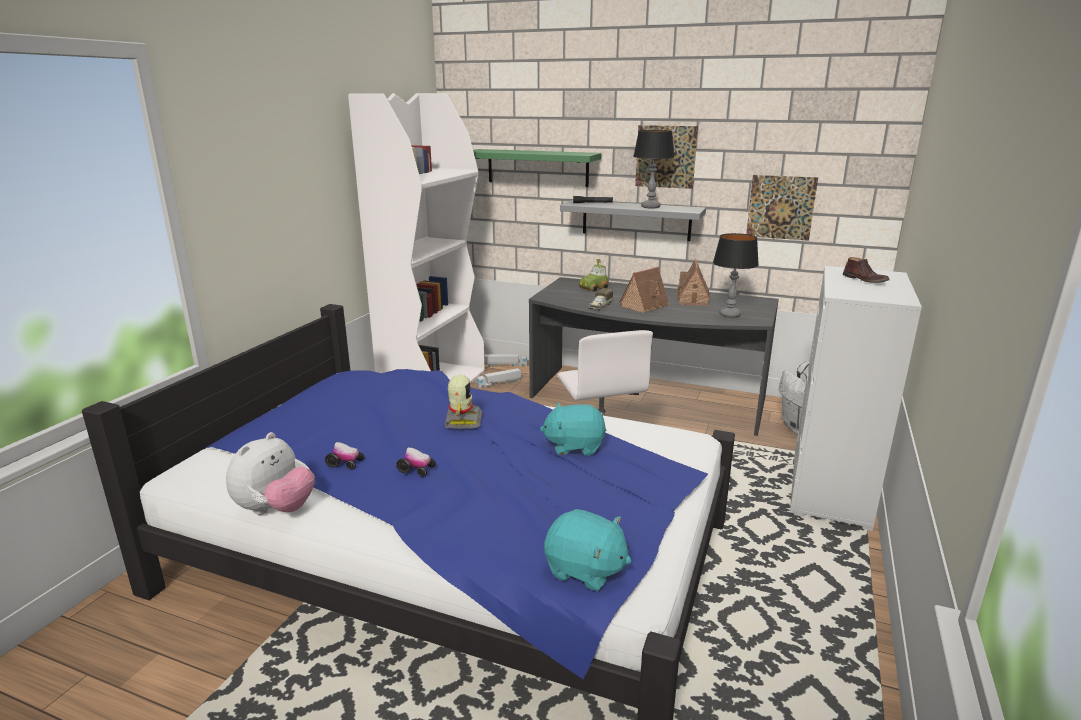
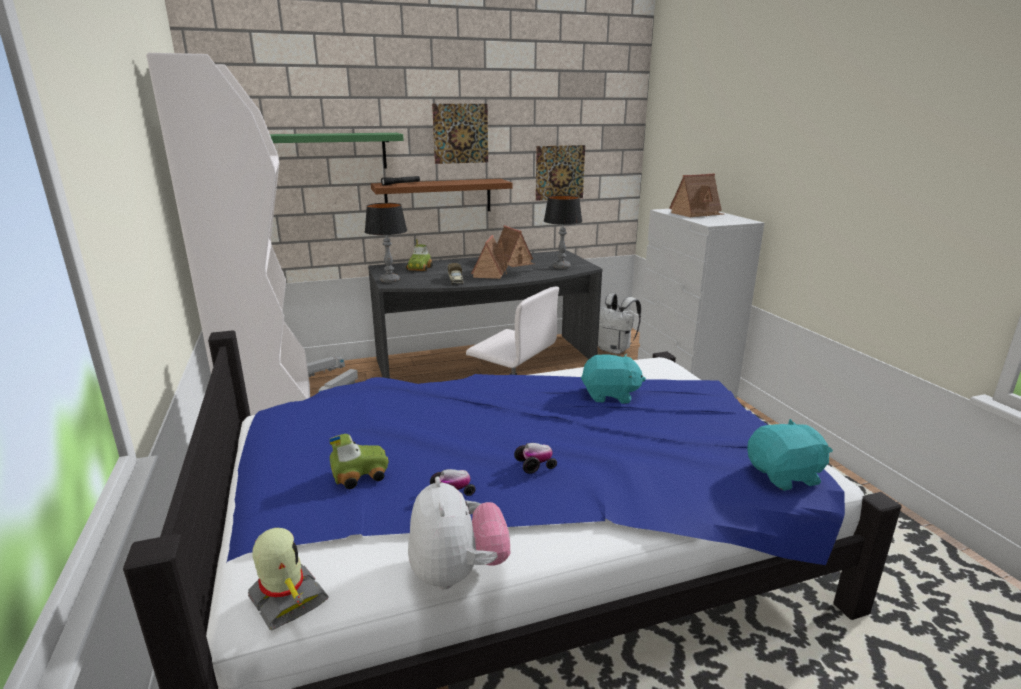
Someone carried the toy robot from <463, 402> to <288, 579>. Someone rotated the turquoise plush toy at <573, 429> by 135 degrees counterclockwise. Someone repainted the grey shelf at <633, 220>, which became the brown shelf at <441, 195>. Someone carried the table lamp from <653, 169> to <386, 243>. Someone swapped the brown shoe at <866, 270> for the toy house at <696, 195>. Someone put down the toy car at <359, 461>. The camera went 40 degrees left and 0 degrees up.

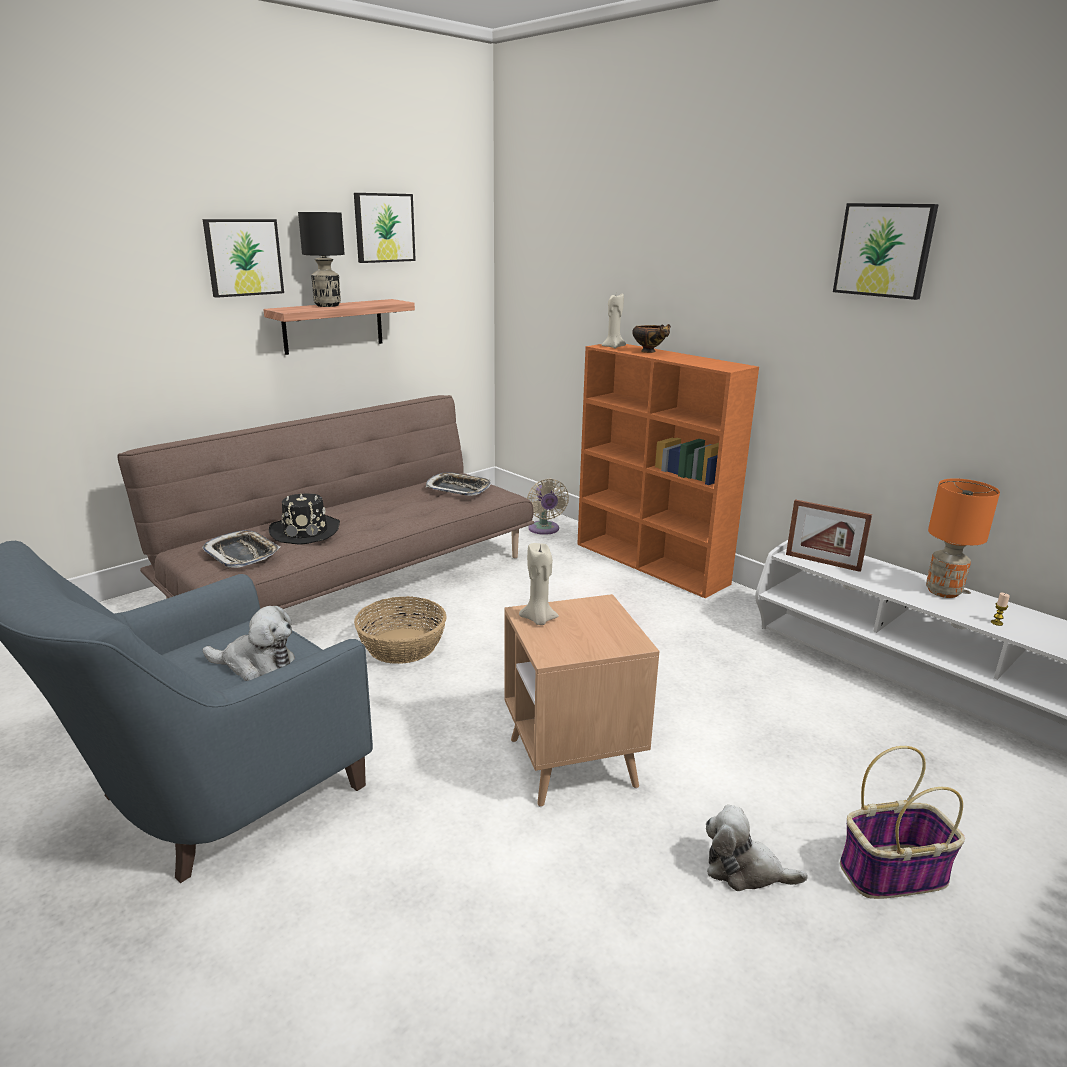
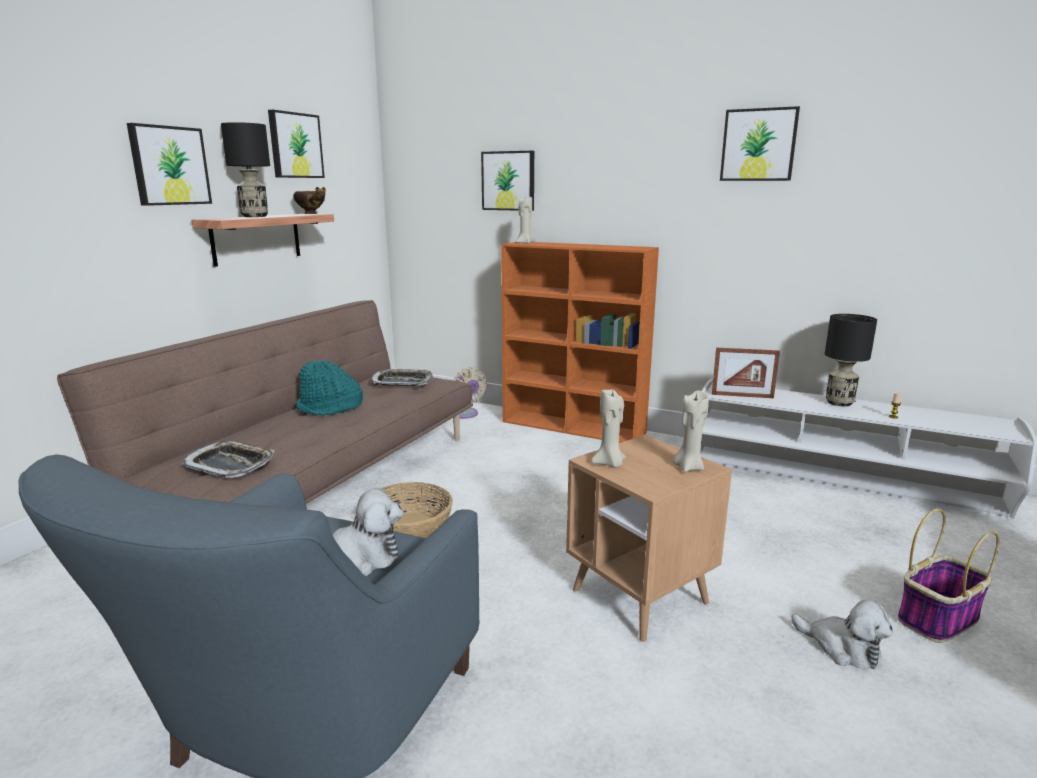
Someone took away the black hat at <304, 519>. Someone carried the bowl from <651, 338> to <309, 200>. Someone rotated the plush toy at <757, 848> by 135 degrees counterclockwise. Someone repainted the orange table lamp at <963, 538>, which became the black table lamp at <851, 360>. Someone put down the turquoise hat at <329, 388>. Someone put up the picture at <507, 181>. Someone put down the beige candle at <691, 431>. The camera went 20 degrees left and 5 degrees down.

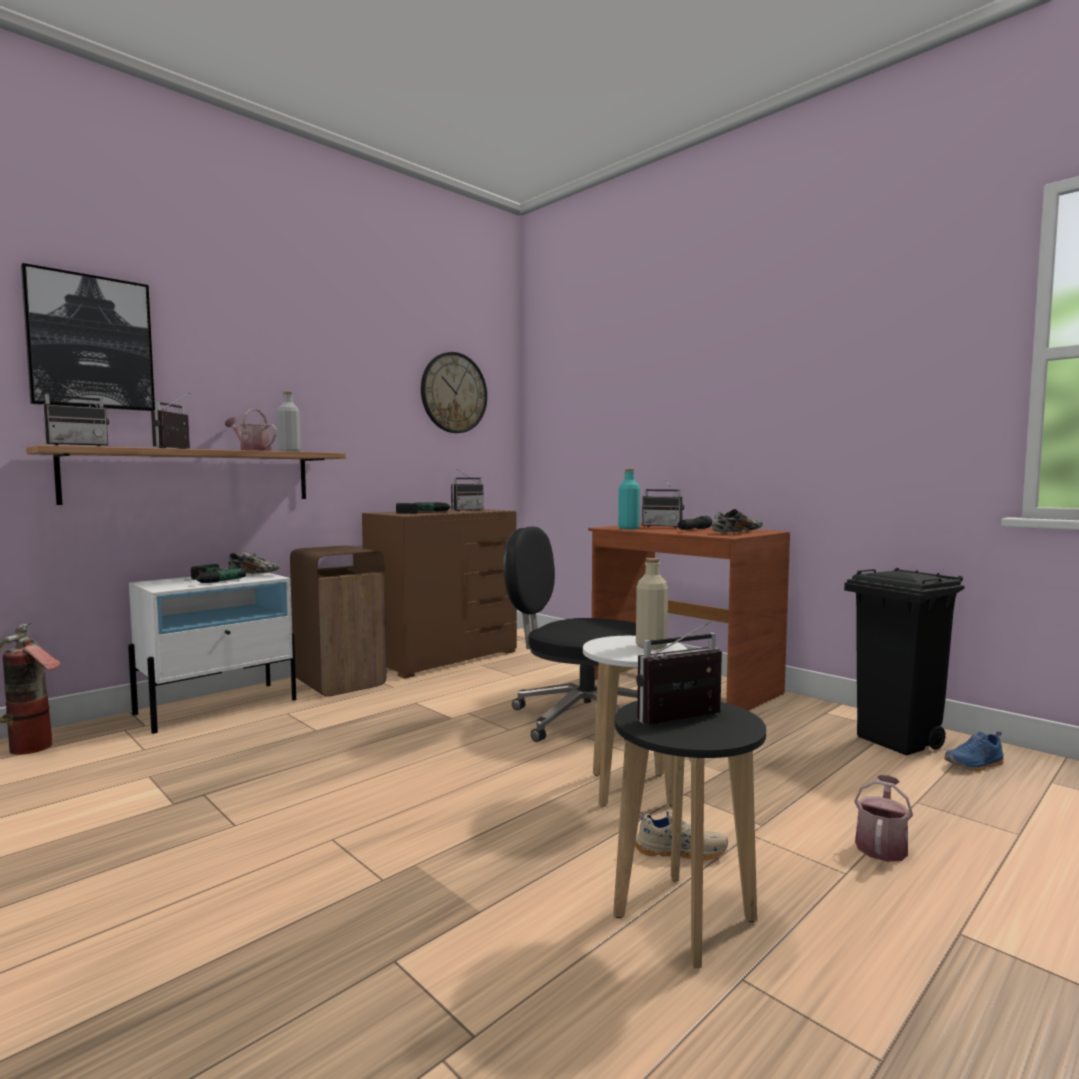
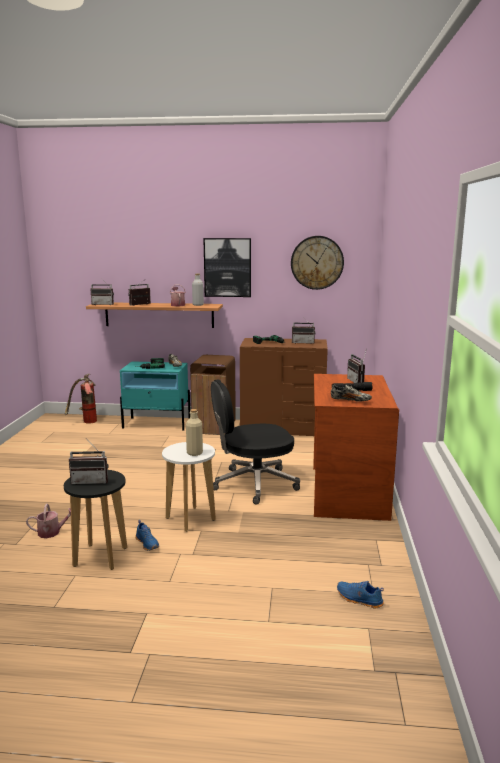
Someone carried the picture from <88, 337> to <227, 267>. Someone repainted the white nightstand at <212, 653>, which became the turquoise nightstand at <155, 396>. Someone rotated the black office chair at <570, 634> by 90 degrees counterclockwise. Someone took away the turquoise bottle at <629, 499>. Someone repainted the beige shoe at <681, 836>, which became the blue shoe at <147, 535>. Someone rotated the radio at <679, 672> by 150 degrees clockwise. Someone took away the black trash can at <904, 662>. Someone carried the watering can from <883, 818> to <48, 521>. The camera went 50 degrees right and 10 degrees up.

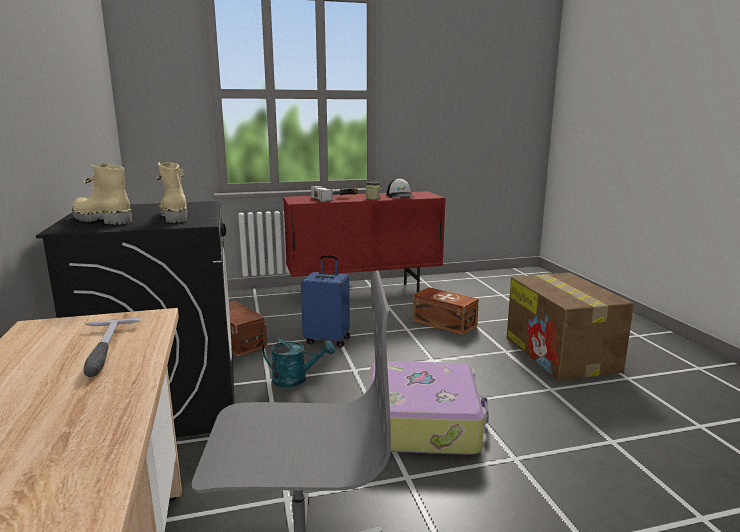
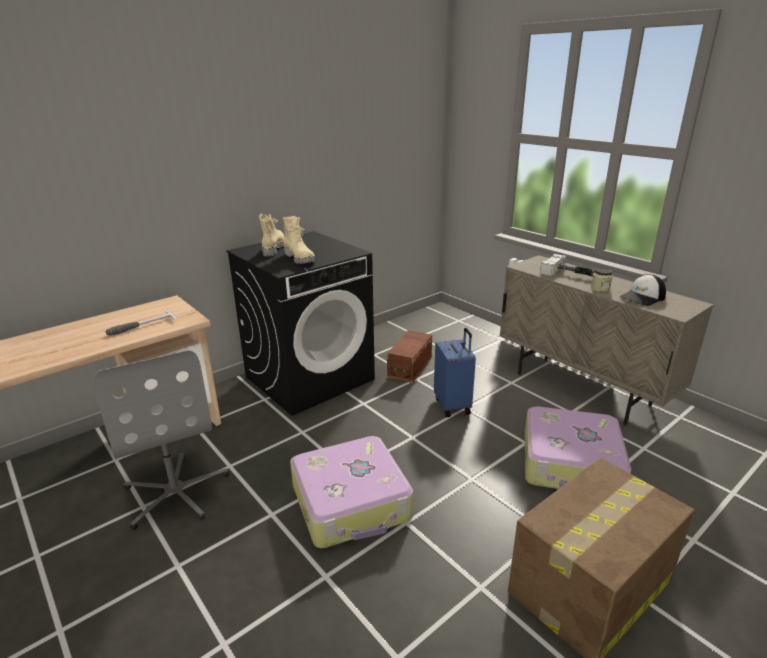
Someone rotated the beige boot at <172, 192> by 105 degrees clockwise. Someone took away the turquoise watering can at <298, 362>. Someone repainted the red cabinet at <364, 241>, which became the beige cabinet at <606, 340>. Someone swapped the brown storage box at <446, 311> for the suitcase at <578, 448>. The camera went 65 degrees right and 10 degrees up.

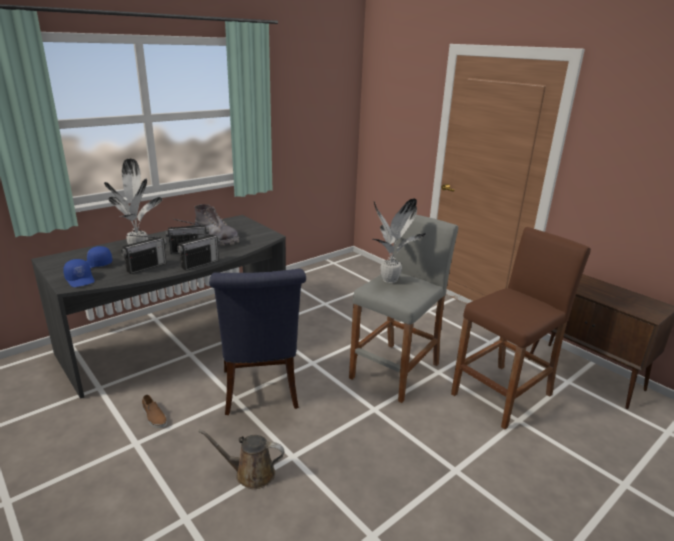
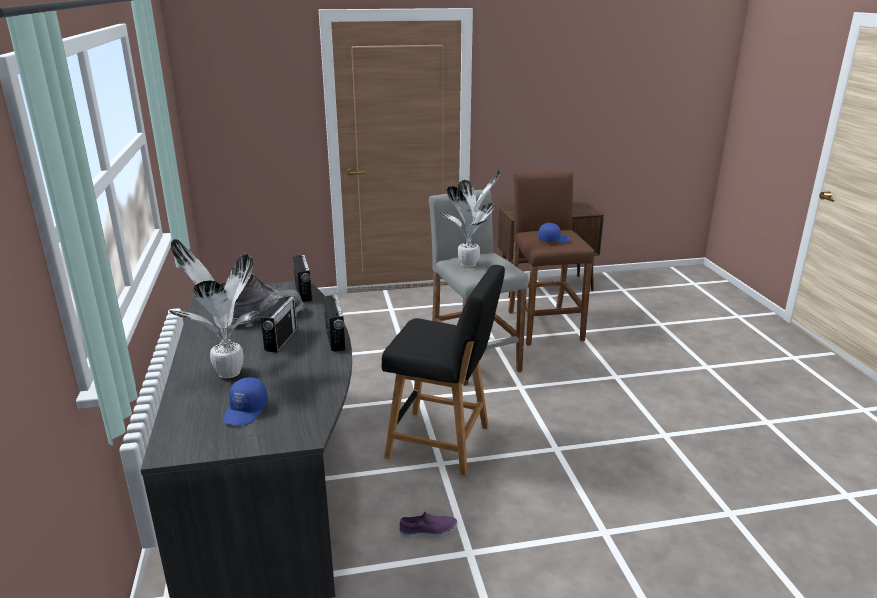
Someone carried the blue cap from <79, 273> to <554, 233>. Someone carried the radio from <144, 254> to <302, 278>. Someone repainted the brown shoe at <154, 411>, which became the purple shoe at <428, 525>. Someone took away the brown watering can at <241, 459>. Someone swapped the blue chair at <257, 341> for the black stool at <443, 370>. The camera went 60 degrees left and 0 degrees up.

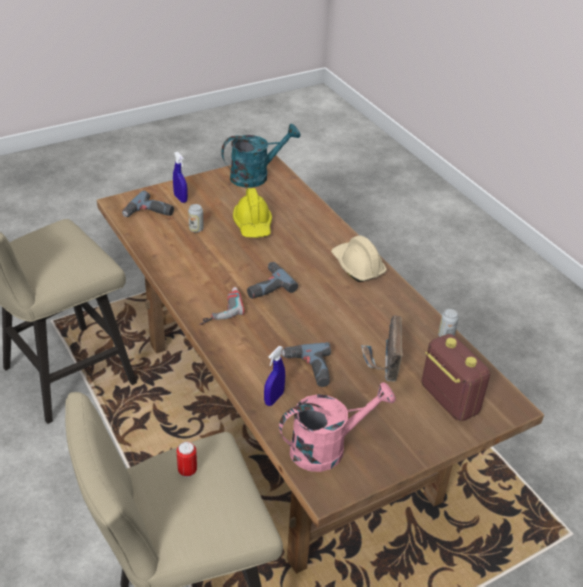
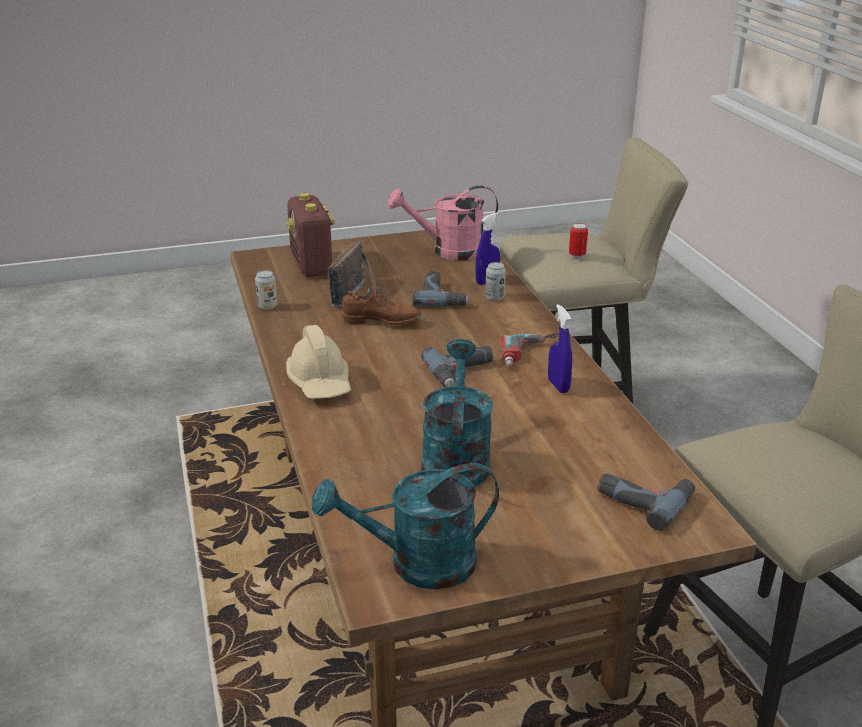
Someone carried the blue spray bottle from <180, 177> to <560, 348>. Someone carried the can from <196, 218> to <495, 281>. Someone swapped the yellow hard hat at <252, 213> for the turquoise watering can at <457, 413>. Someone put down the brown shoe at <382, 305>. The camera went 165 degrees left and 10 degrees down.

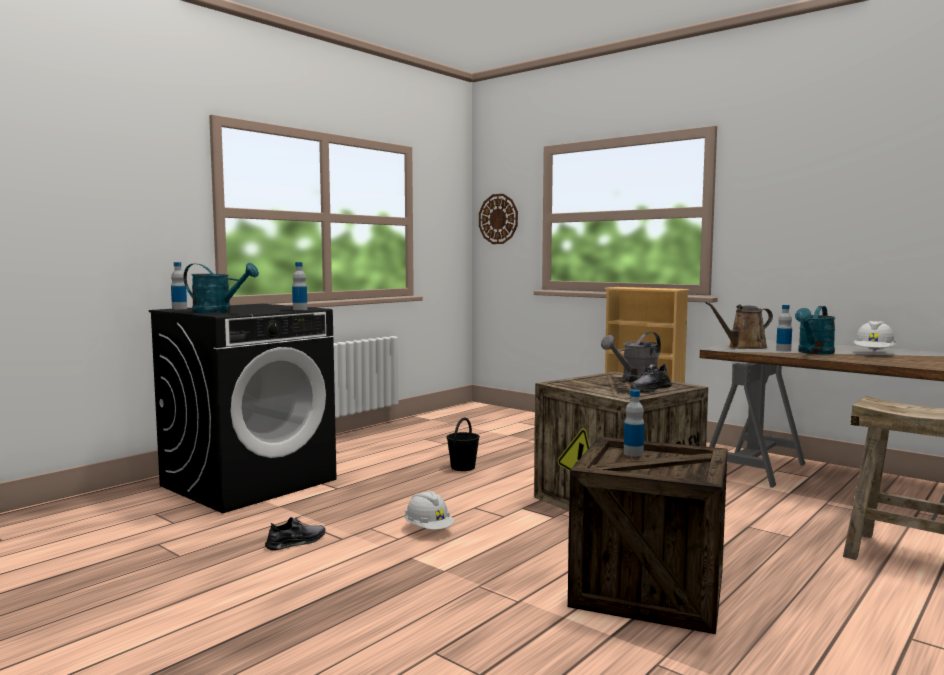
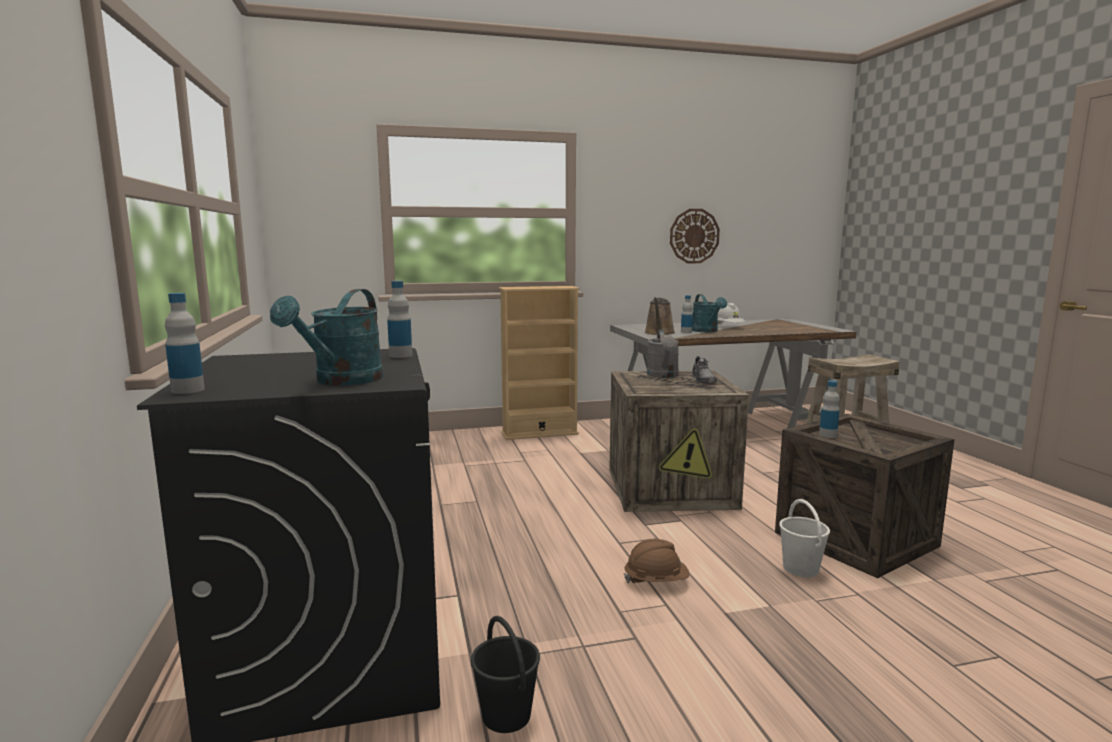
Someone rotated the turquoise watering can at <221, 288> by 150 degrees clockwise. Someone took away the grey shoe at <295, 534>. Someone repainted the white hard hat at <429, 510>, which became the brown hard hat at <657, 561>. Someone carried the black bucket from <463, 444> to <505, 674>. Someone carried the wall clock from <498, 219> to <695, 236>. Someone put down the white bucket at <804, 538>. The camera went 55 degrees left and 5 degrees up.

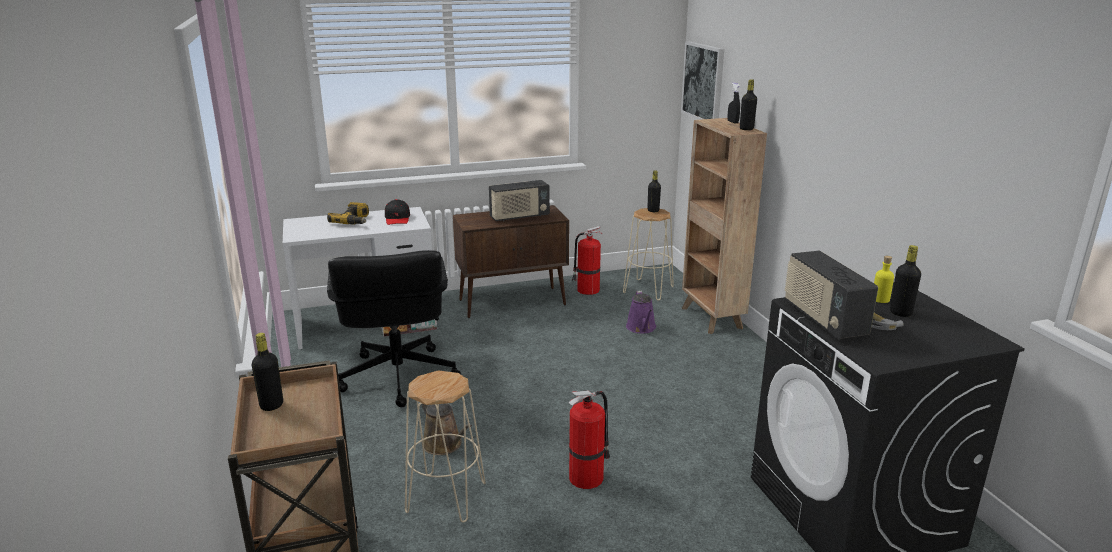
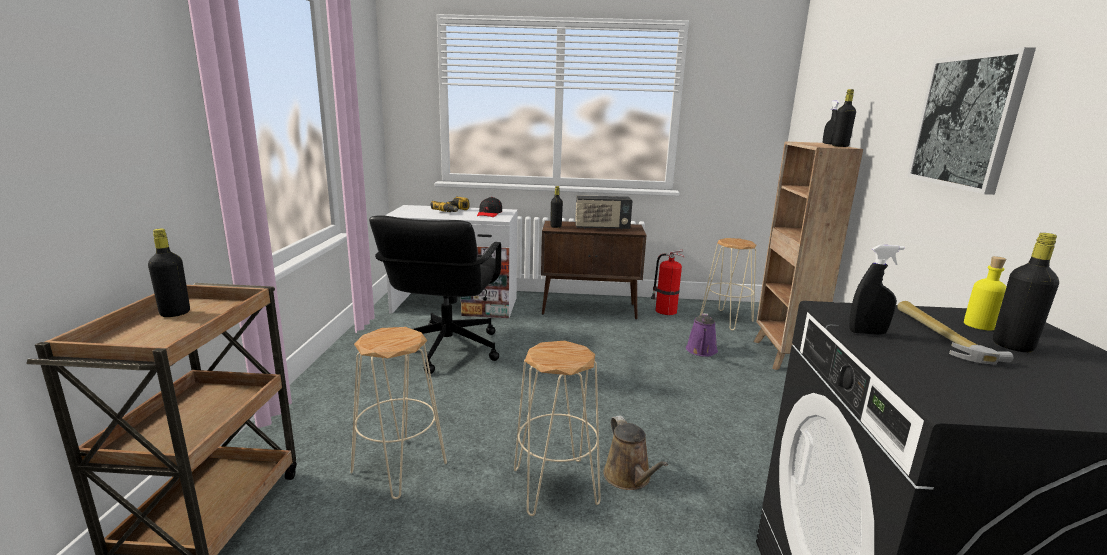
Someone carried the brown watering can from <447, 429> to <635, 453>. Someone swapped the fire extinguisher at <589, 440> for the beige stool at <557, 428>. Someone carried the black bottle from <654, 191> to <556, 207>. Someone carried the picture from <702, 80> to <971, 121>. Someone swapped the radio at <831, 295> for the black spray bottle at <876, 290>. The camera went 20 degrees right and 5 degrees down.

